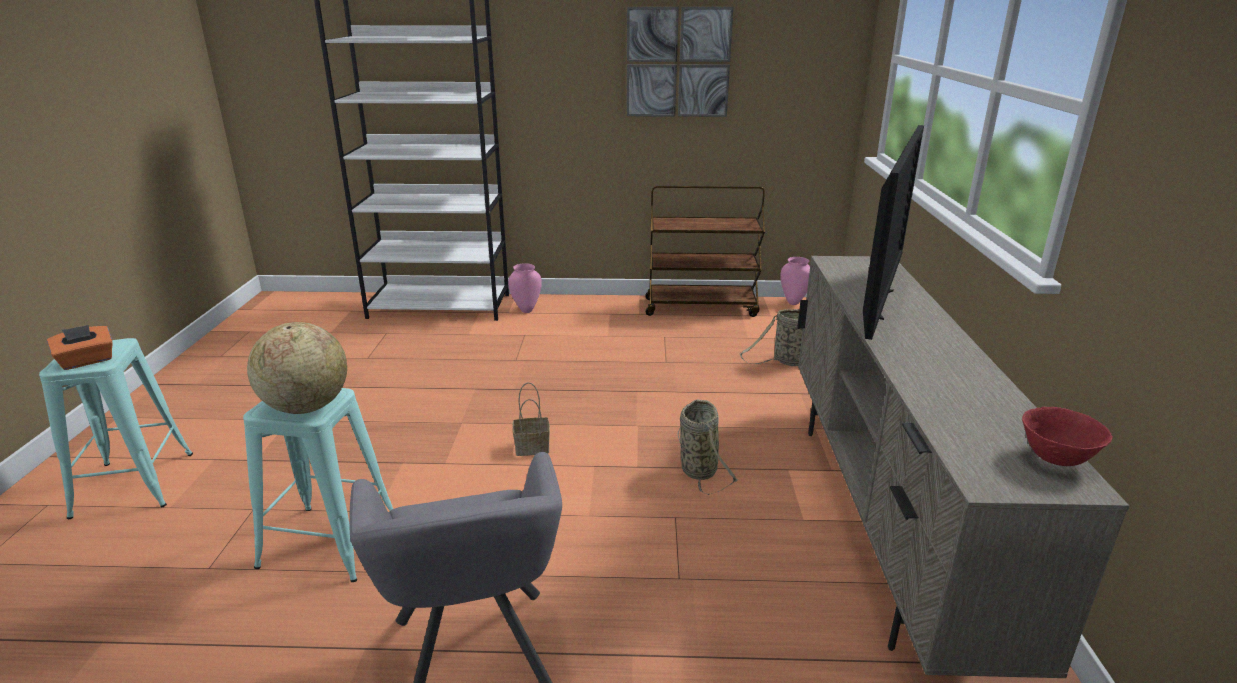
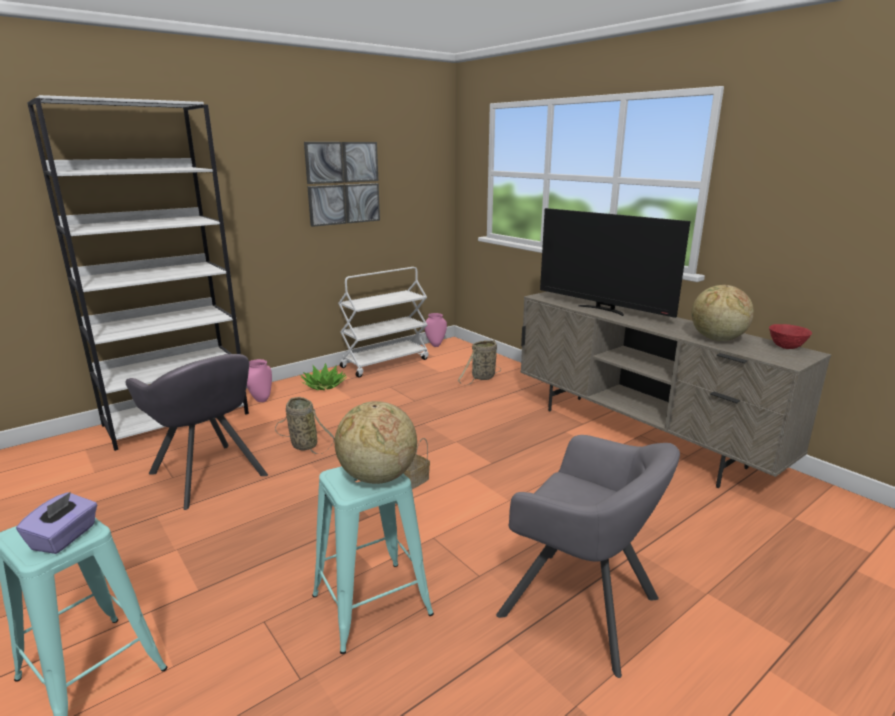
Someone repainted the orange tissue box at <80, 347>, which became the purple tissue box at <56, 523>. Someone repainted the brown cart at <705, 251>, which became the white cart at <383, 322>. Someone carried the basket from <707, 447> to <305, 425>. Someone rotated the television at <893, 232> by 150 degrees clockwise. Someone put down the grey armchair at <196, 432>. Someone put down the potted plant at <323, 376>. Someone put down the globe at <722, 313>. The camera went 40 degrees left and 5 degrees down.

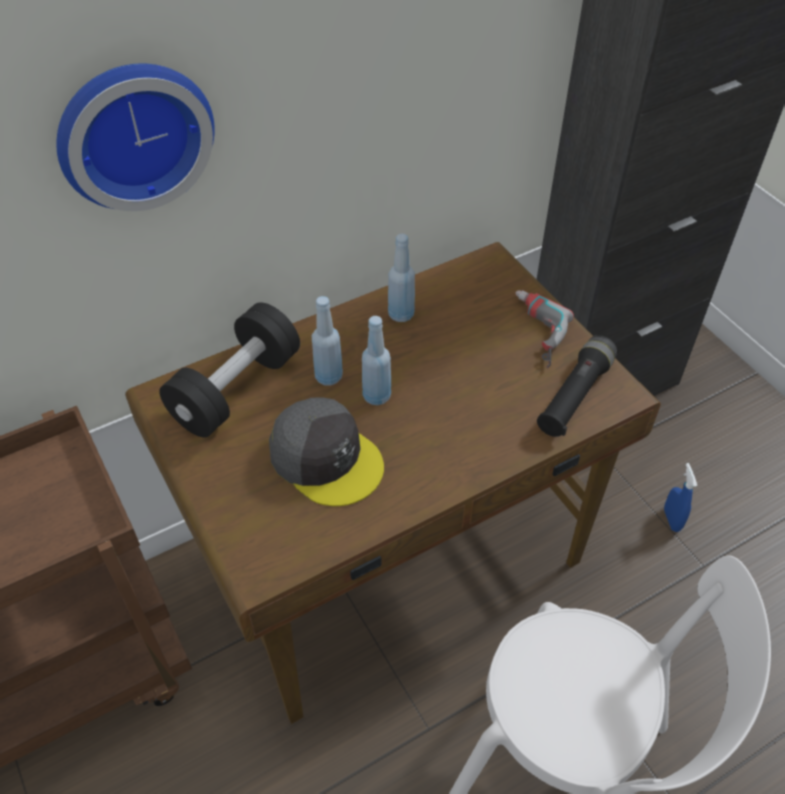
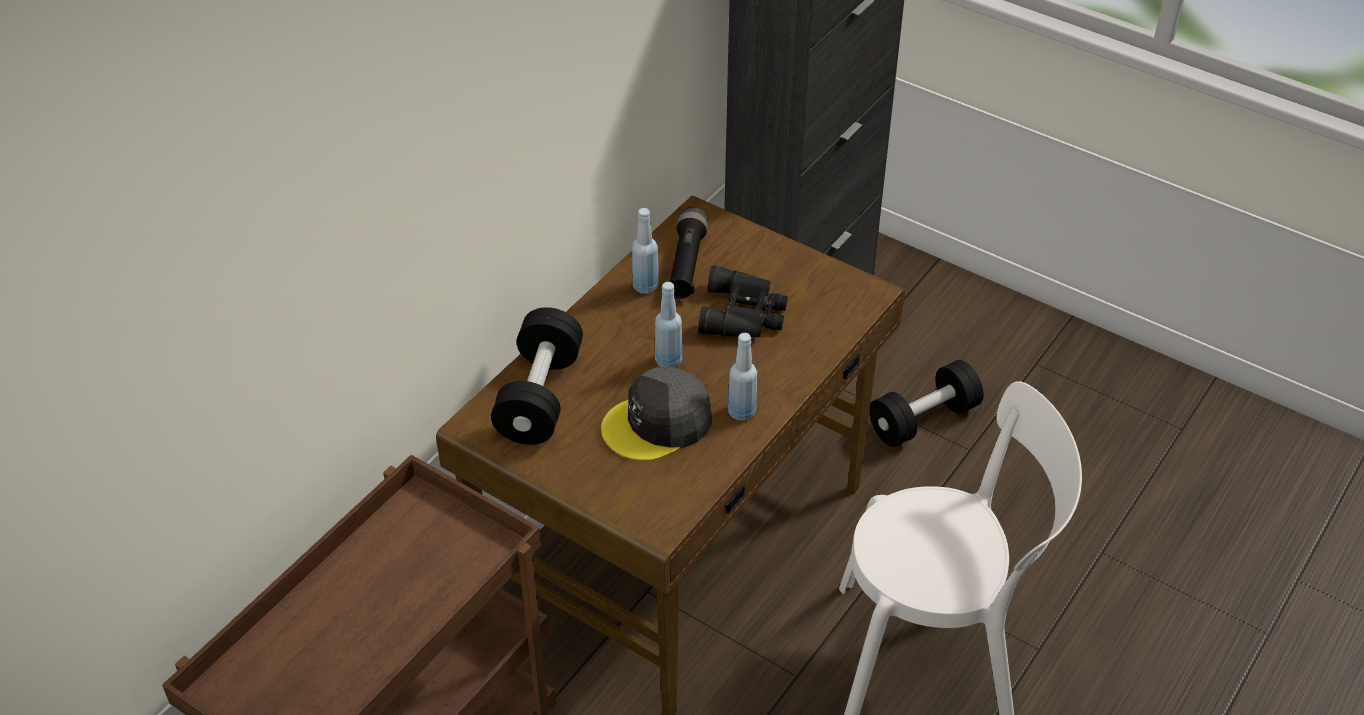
Someone took away the wall clock at <136, 137>. Someone rotated the grey cap at <326, 451> by 135 degrees clockwise. Someone carried the blue bottle from <327, 340> to <742, 377>. Someone took away the power drill at <545, 329>. Someone carried the black flashlight from <577, 386> to <688, 253>. Someone swapped the blue spray bottle at <680, 497> for the black dumbbell at <926, 403>. Someone put down the black binoculars at <743, 301>. The camera went 25 degrees left and 5 degrees down.

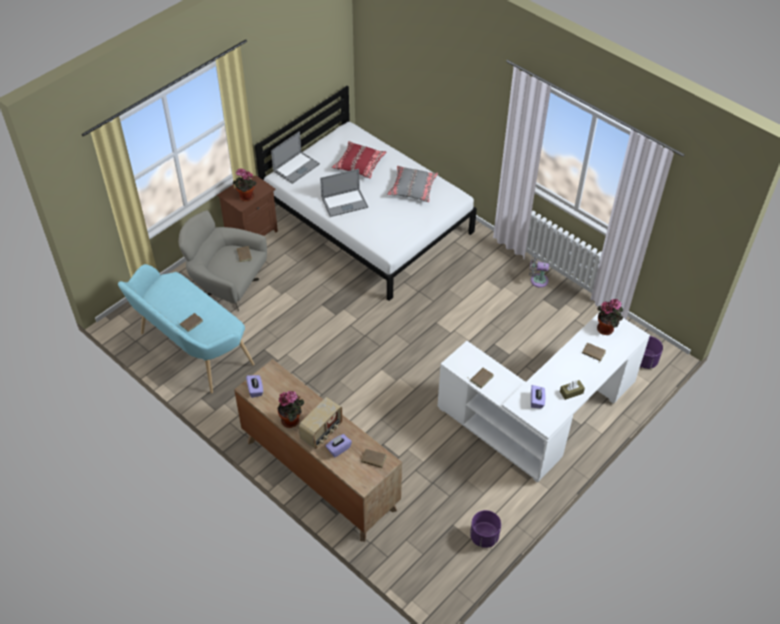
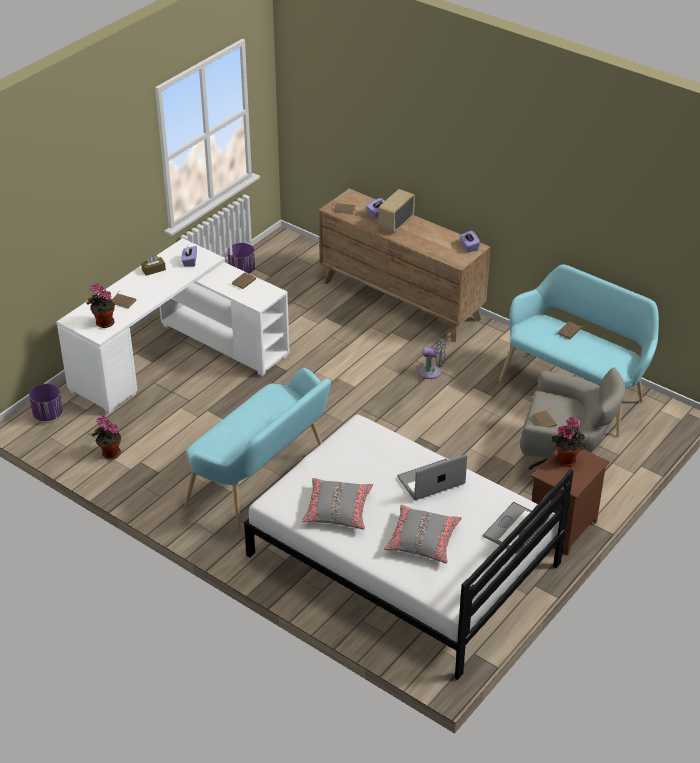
Someone carried the potted plant from <290, 409> to <106, 438>. Someone repainted the red pillow at <359, 159>, which became the grey pillow at <423, 534>. Someone carried the grey fan from <539, 270> to <432, 358>. Someone put down the turquoise bench at <258, 449>. The camera went 175 degrees right and 10 degrees down.

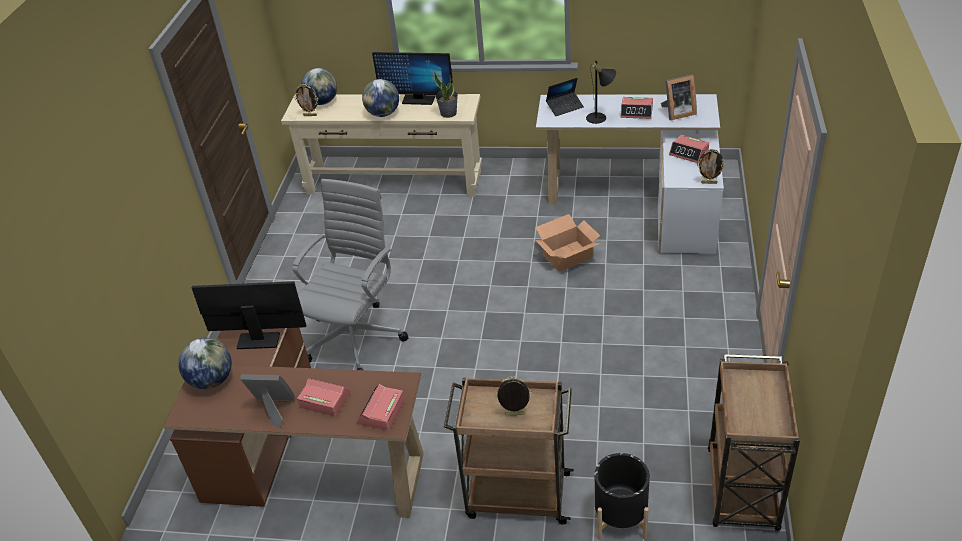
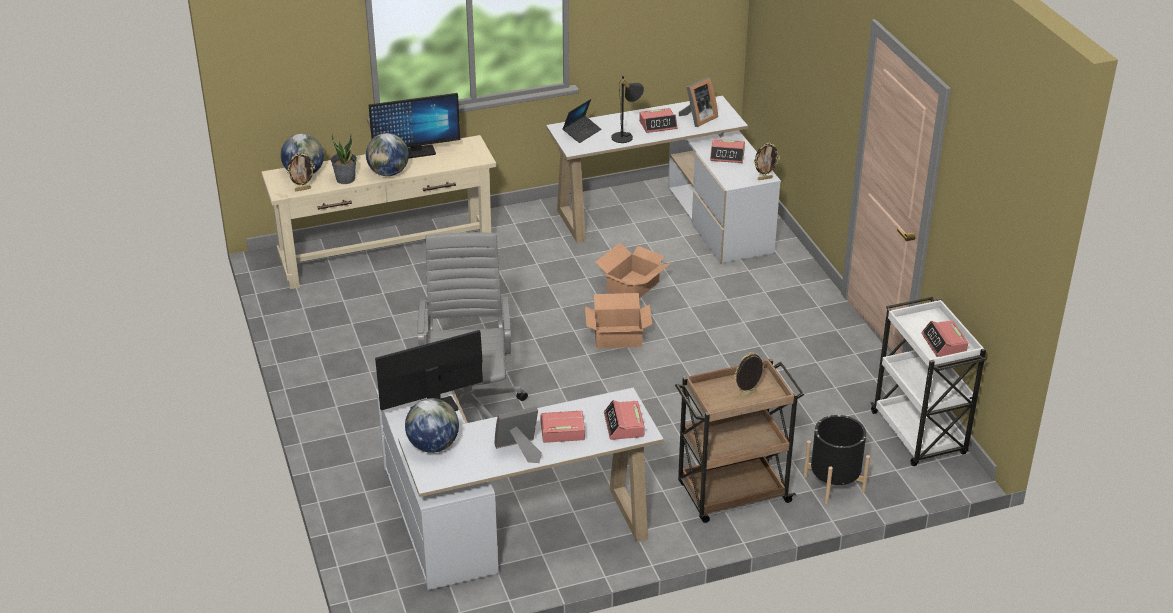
Someone repainted the brown desk at <293, 423>, which became the white desk at <520, 488>. Someone carried the potted plant from <446, 95> to <344, 159>. Someone repainted the brown cart at <754, 442>, which became the white cart at <929, 381>. Someone put down the cardboard box at <618, 320>. Someone put down the alarm clock at <944, 338>. The camera went 30 degrees left and 5 degrees down.

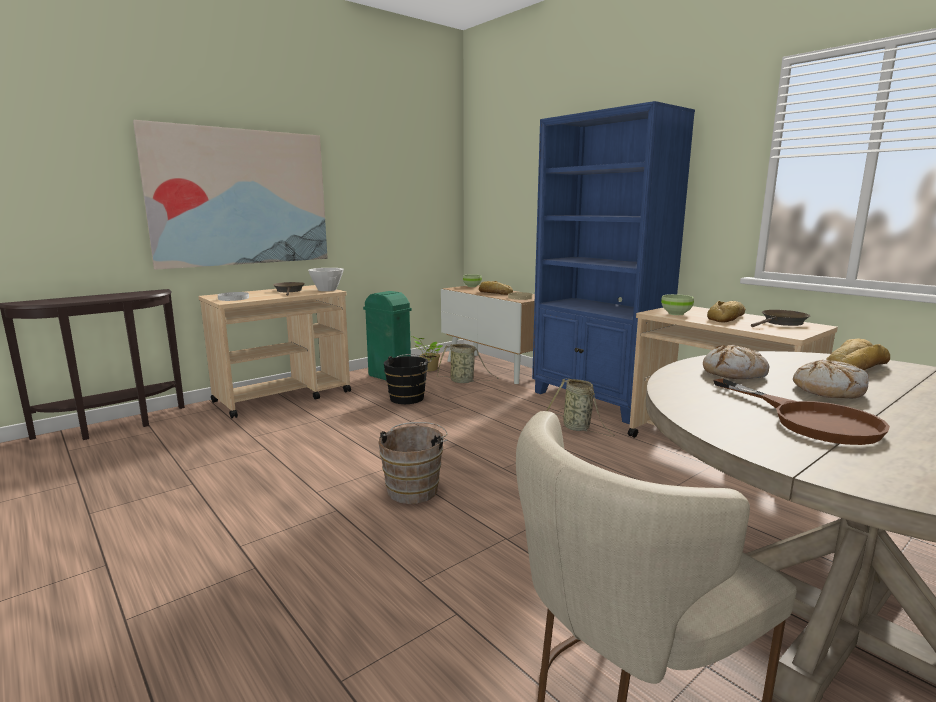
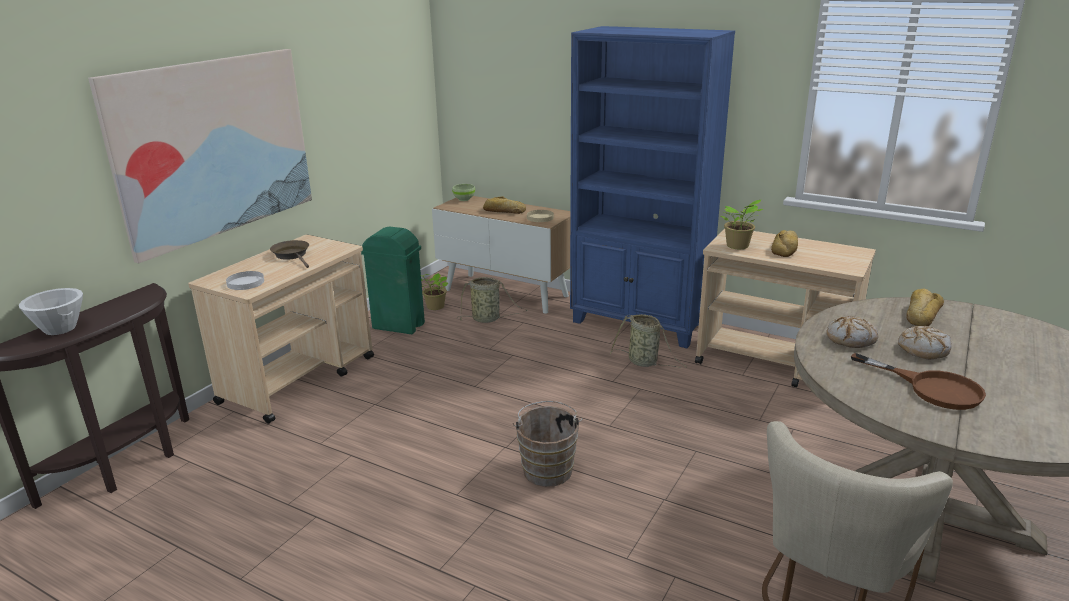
Someone carried the white bowl from <326, 279> to <51, 311>. Someone took away the black bucket at <408, 379>. Someone swapped the green bowl at <677, 304> for the potted plant at <742, 224>. Someone took away the brown frying pan at <780, 318>. The camera went 20 degrees left and 10 degrees up.

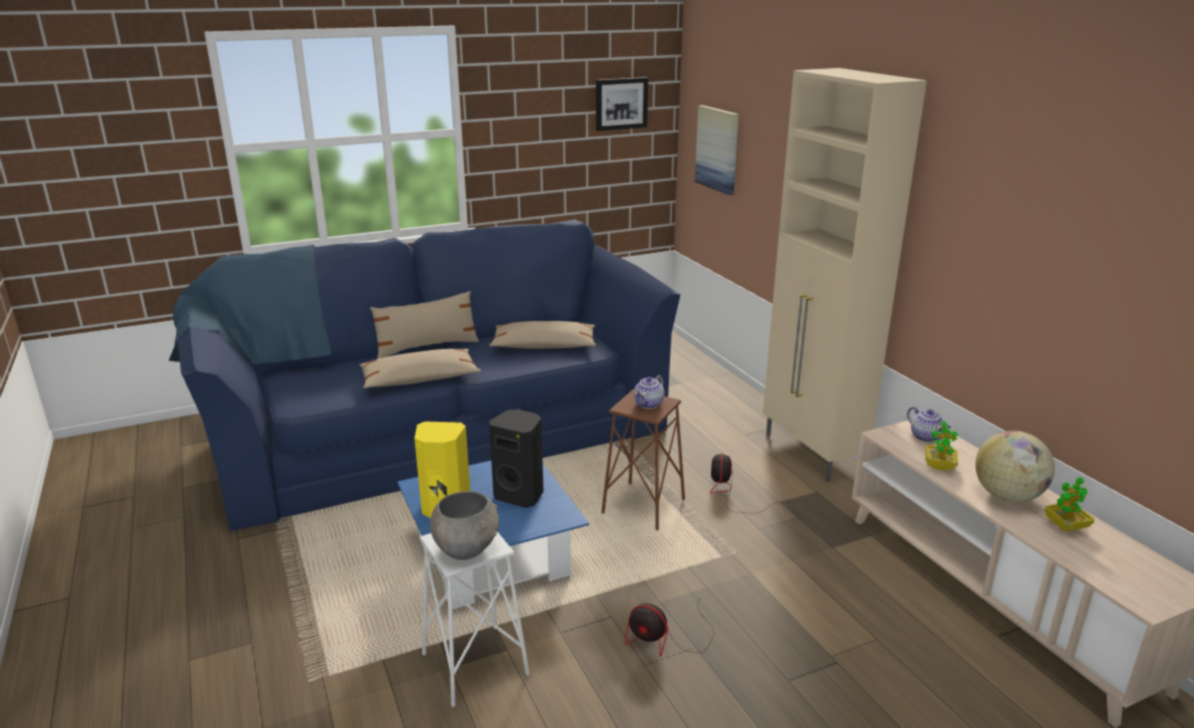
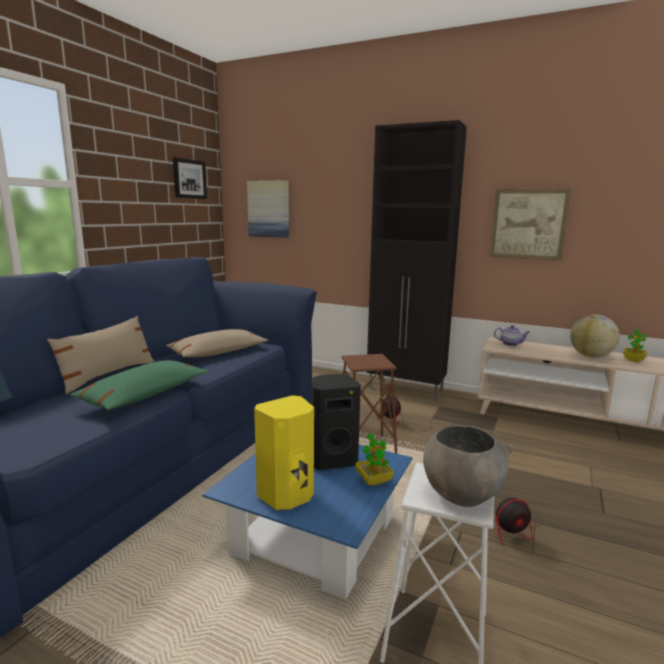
Someone repainted the beige pillow at <420, 368>, which became the green pillow at <139, 385>. Someone took away the teapot at <649, 392>. Someone repainted the beige cabinet at <845, 275>, which became the black cabinet at <417, 260>. Someone carried the potted plant from <942, 445> to <374, 459>. Someone put up the picture at <530, 225>. The camera went 40 degrees left and 10 degrees down.

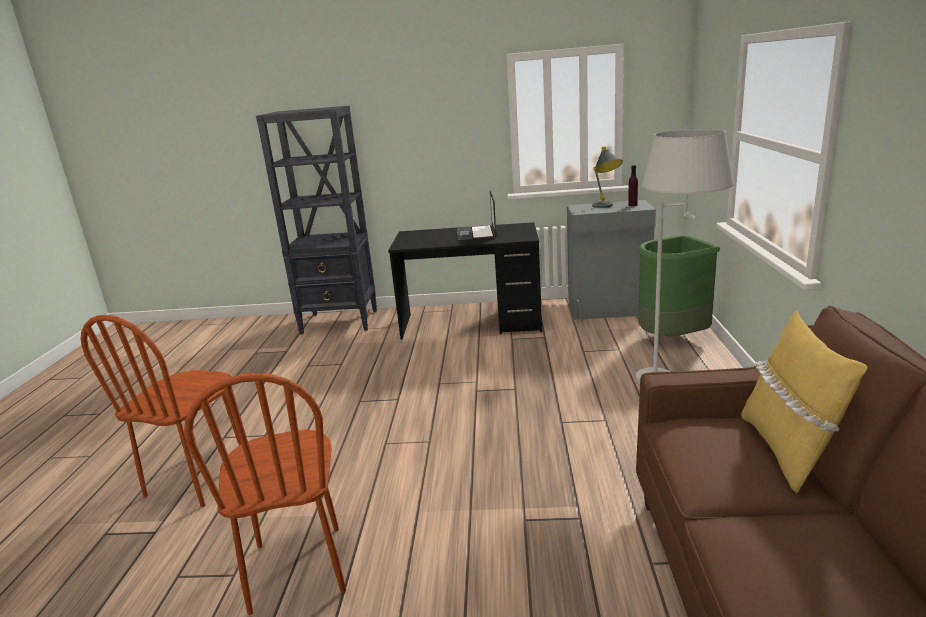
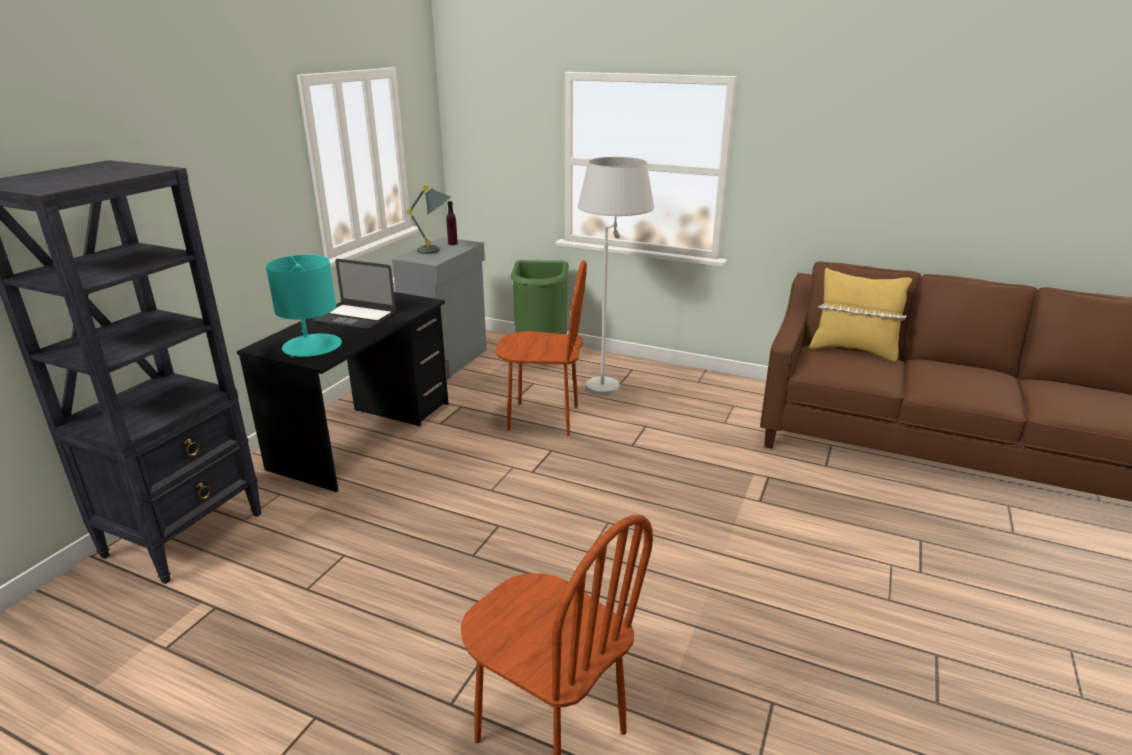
Someone carried the brown chair from <265, 494> to <541, 348>. Someone put down the turquoise table lamp at <304, 305>. The camera went 70 degrees left and 5 degrees up.

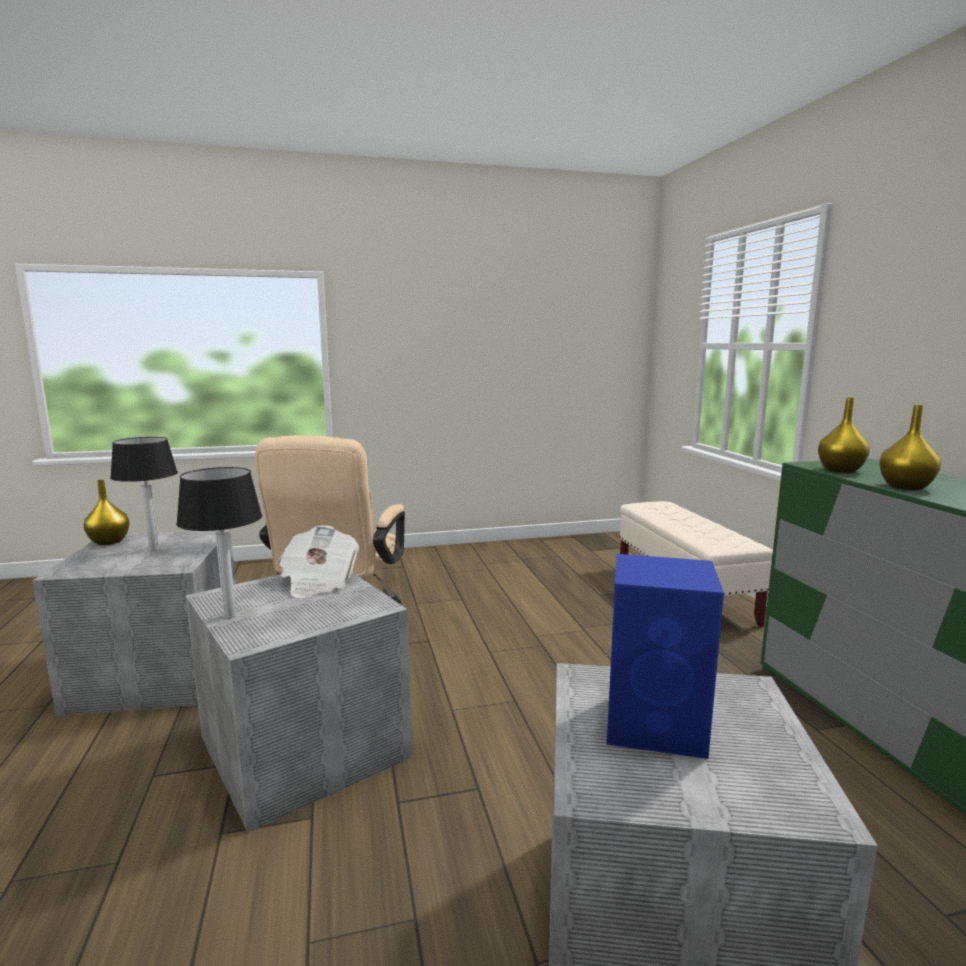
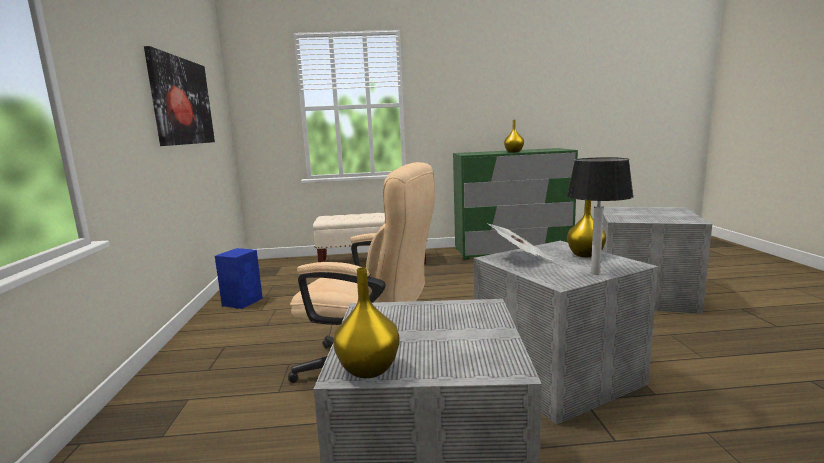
Someone took away the table lamp at <144, 494>. Someone carried the blue speaker from <665, 656> to <239, 278>. Someone carried the yellow vase from <844, 435> to <586, 229>. Someone put up the picture at <179, 96>. The camera went 80 degrees left and 0 degrees up.

